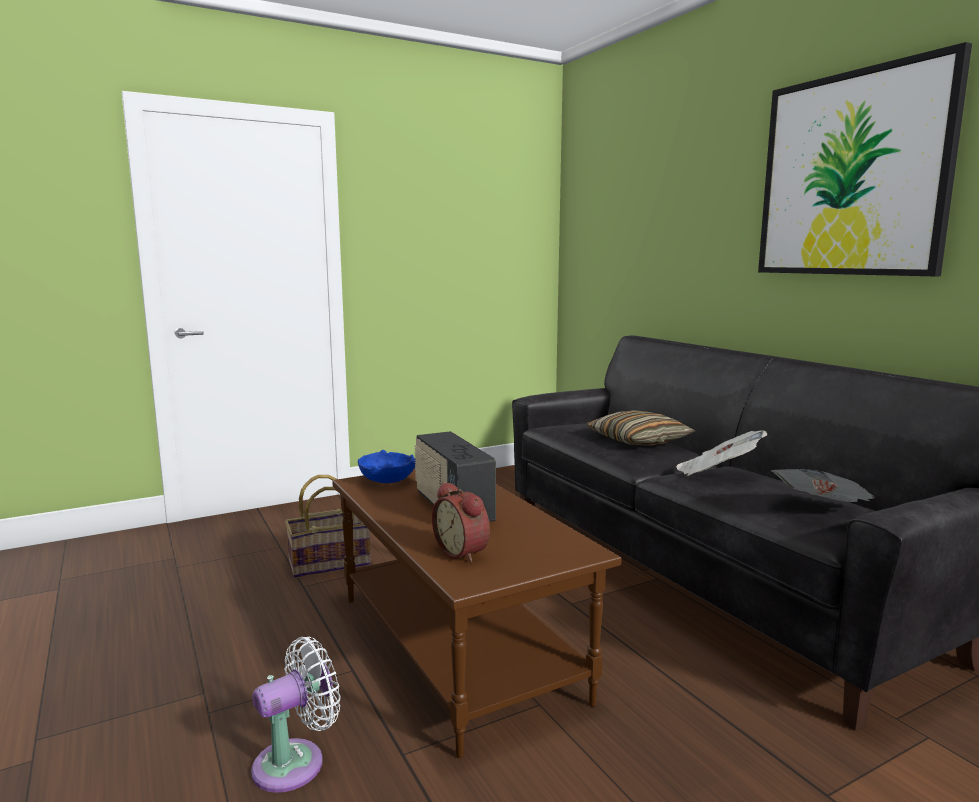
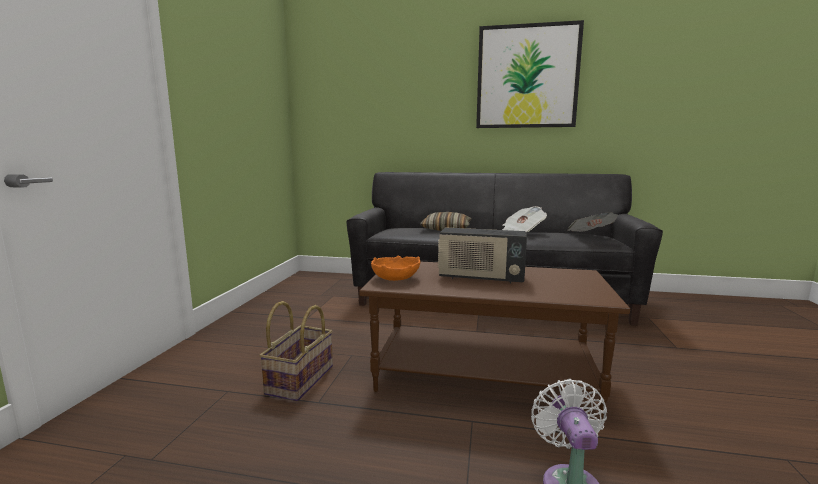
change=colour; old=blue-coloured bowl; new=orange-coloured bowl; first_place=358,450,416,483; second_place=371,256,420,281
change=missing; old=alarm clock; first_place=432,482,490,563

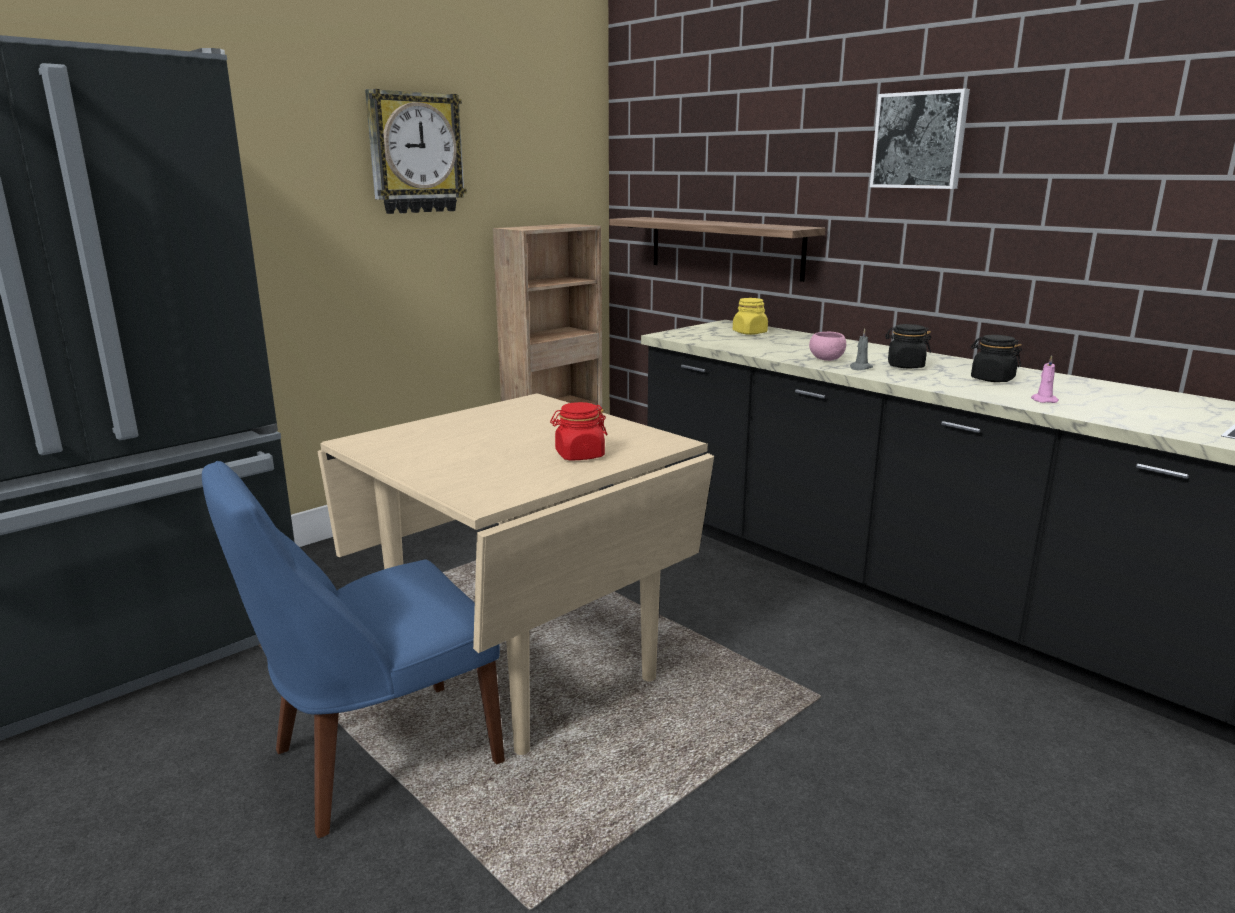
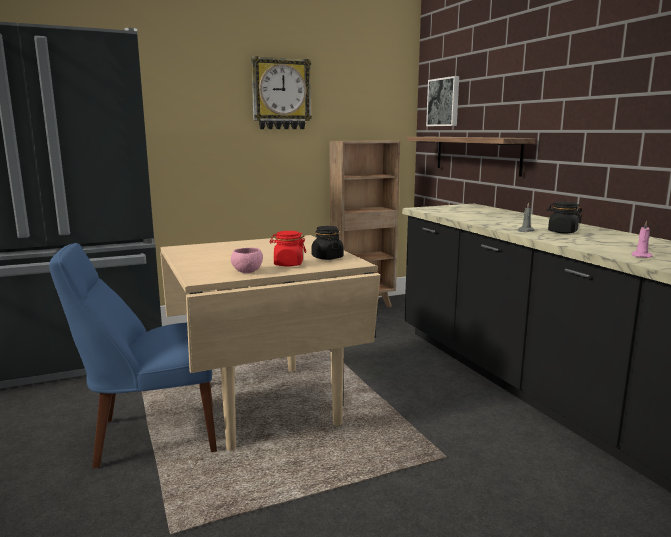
change=relocated; old=pinkish bowl; first_place=809,332,846,361; second_place=231,248,263,273
change=relocated; old=black jar; first_place=971,335,1022,382; second_place=312,226,344,260
change=relocated; old=picture; first_place=870,88,970,189; second_place=426,76,459,126
change=missing; old=yellowish jar; first_place=733,298,768,335

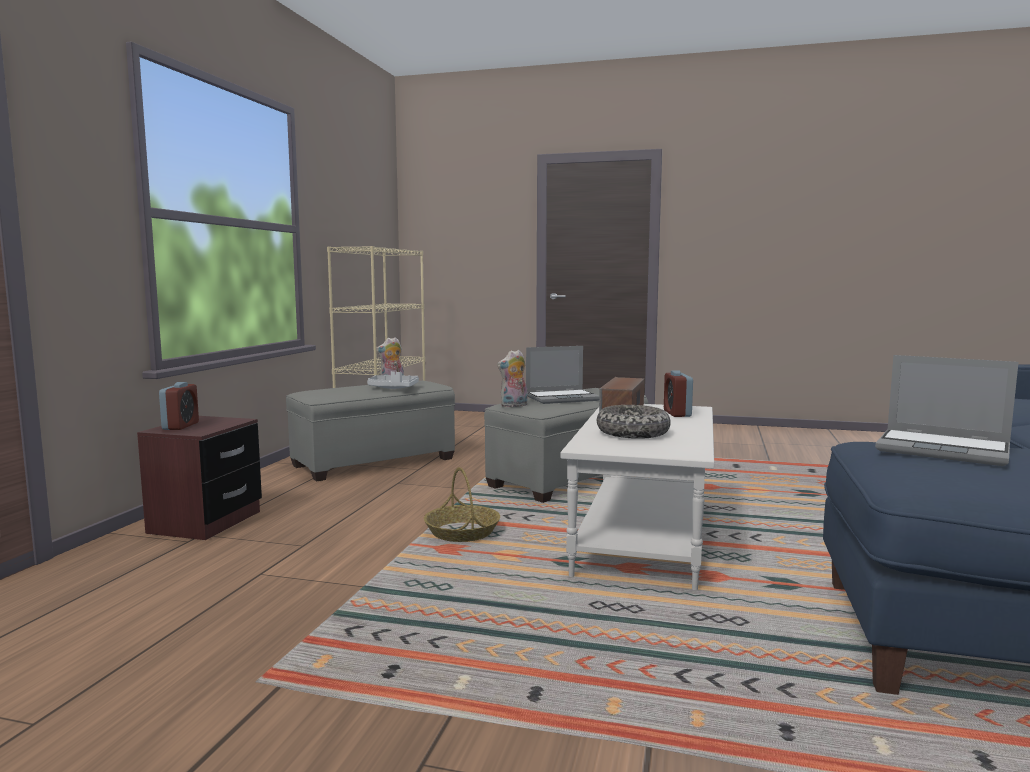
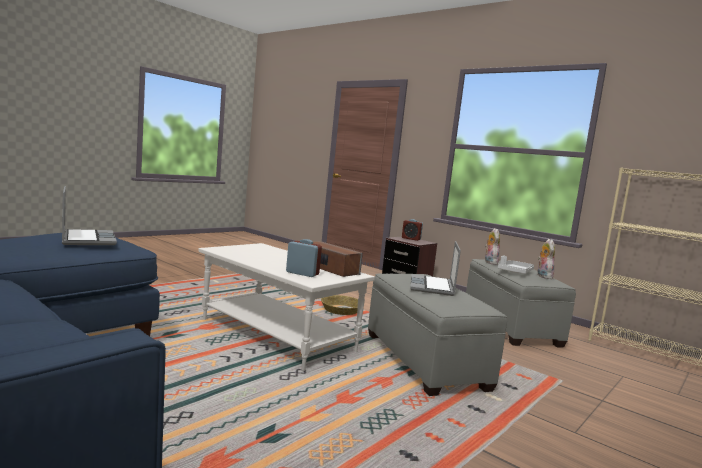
change=spun; old=laptop; first_place=875,355,1019,466; second_place=62,186,117,245; degrees=90
change=relocated; old=soft toy; first_place=497,350,528,407; second_place=485,228,500,265
change=missing; old=bowl; first_place=597,405,671,439

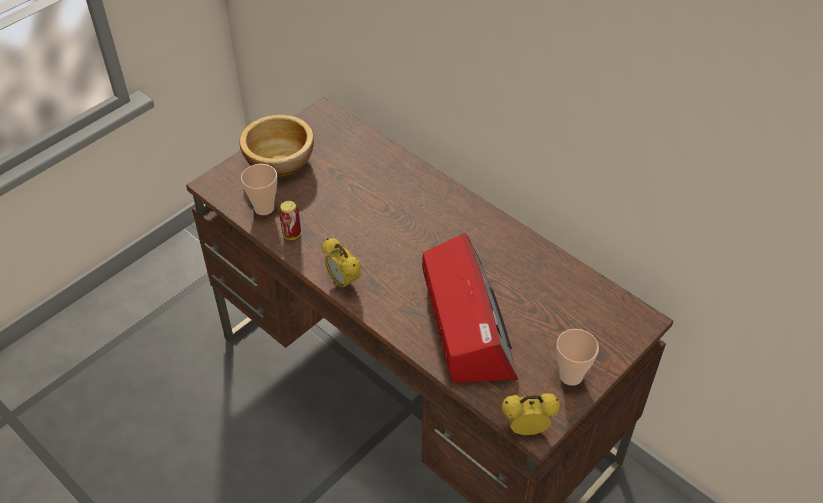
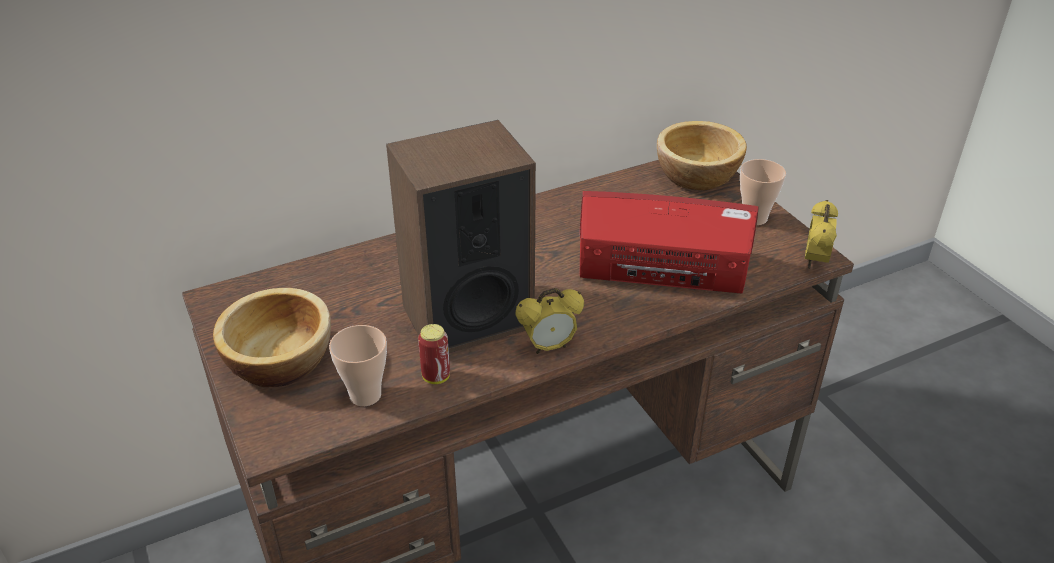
change=appeared; new=loudspeaker; second_place=386,120,536,353
change=appeared; new=bowl; second_place=657,121,747,190

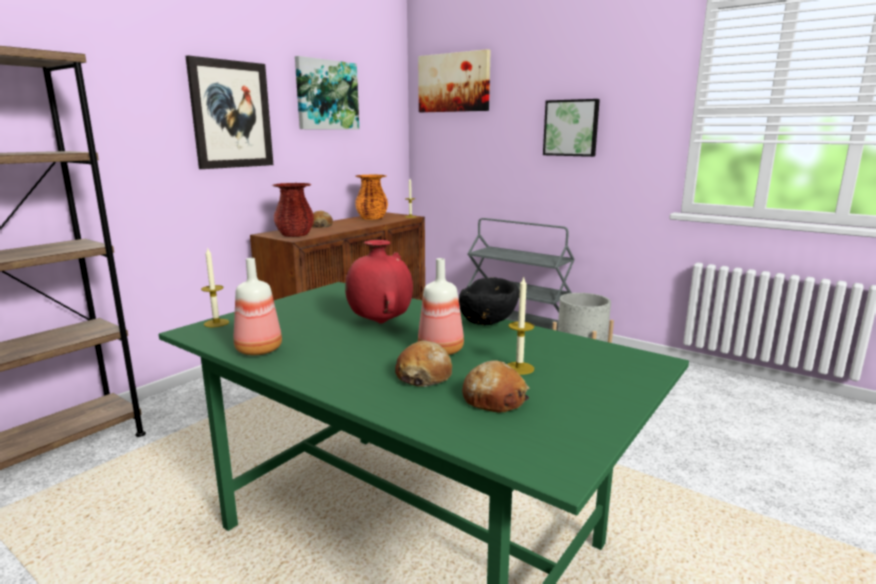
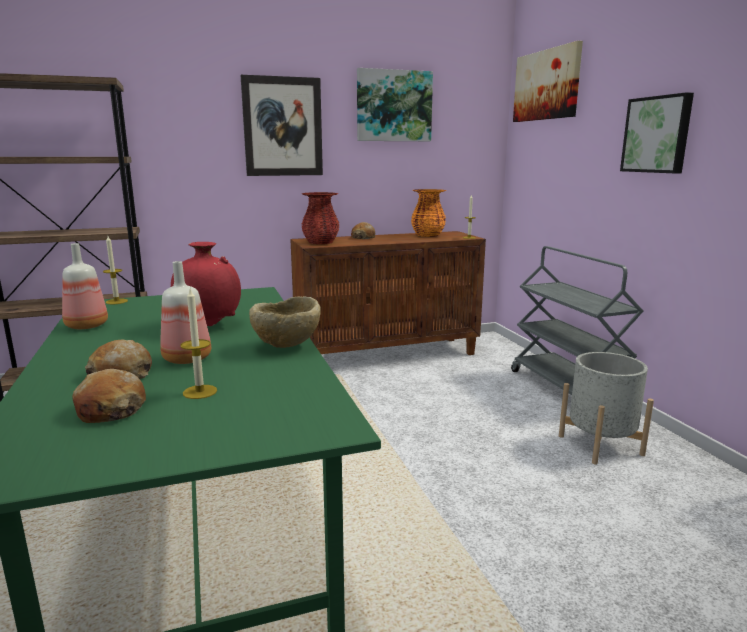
change=colour; old=black bowl; new=beige-coloured bowl; first_place=459,277,520,326; second_place=249,296,321,348

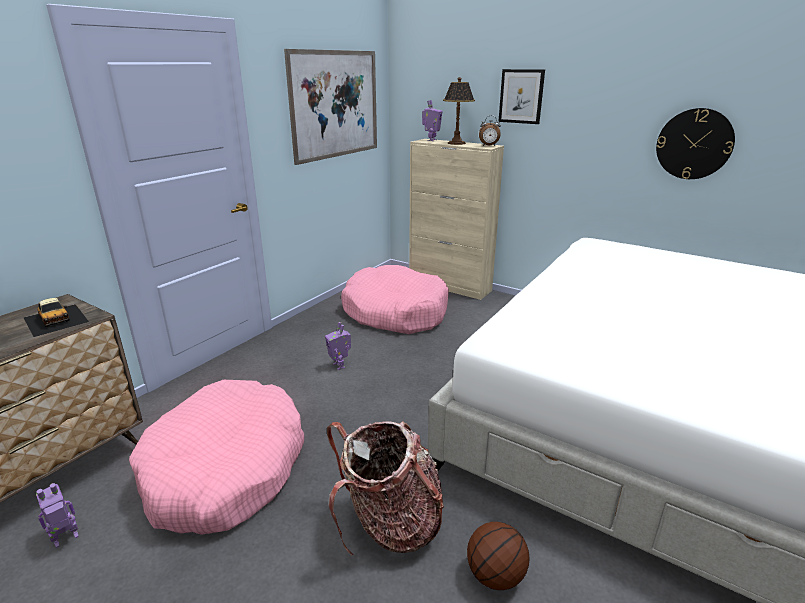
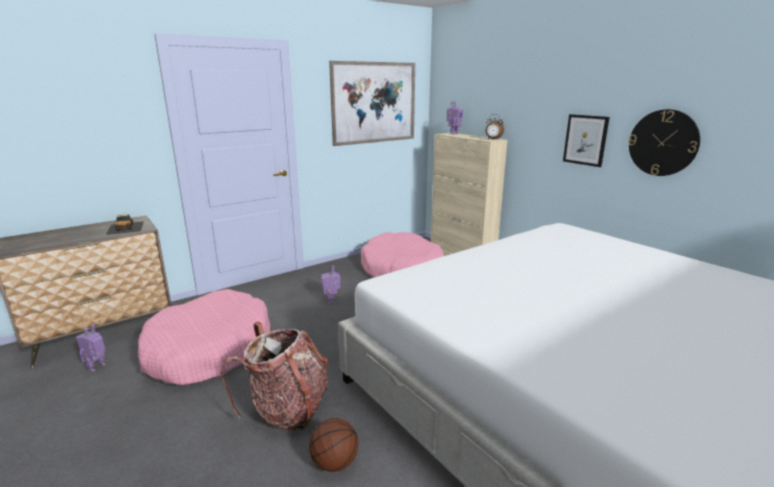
change=spun; old=toy robot; first_place=36,483,79,548; second_place=76,324,106,372; degrees=-45
change=relocated; old=picture; first_place=498,69,545,124; second_place=563,114,610,167
change=missing; old=tabletop lamp; first_place=443,77,475,145

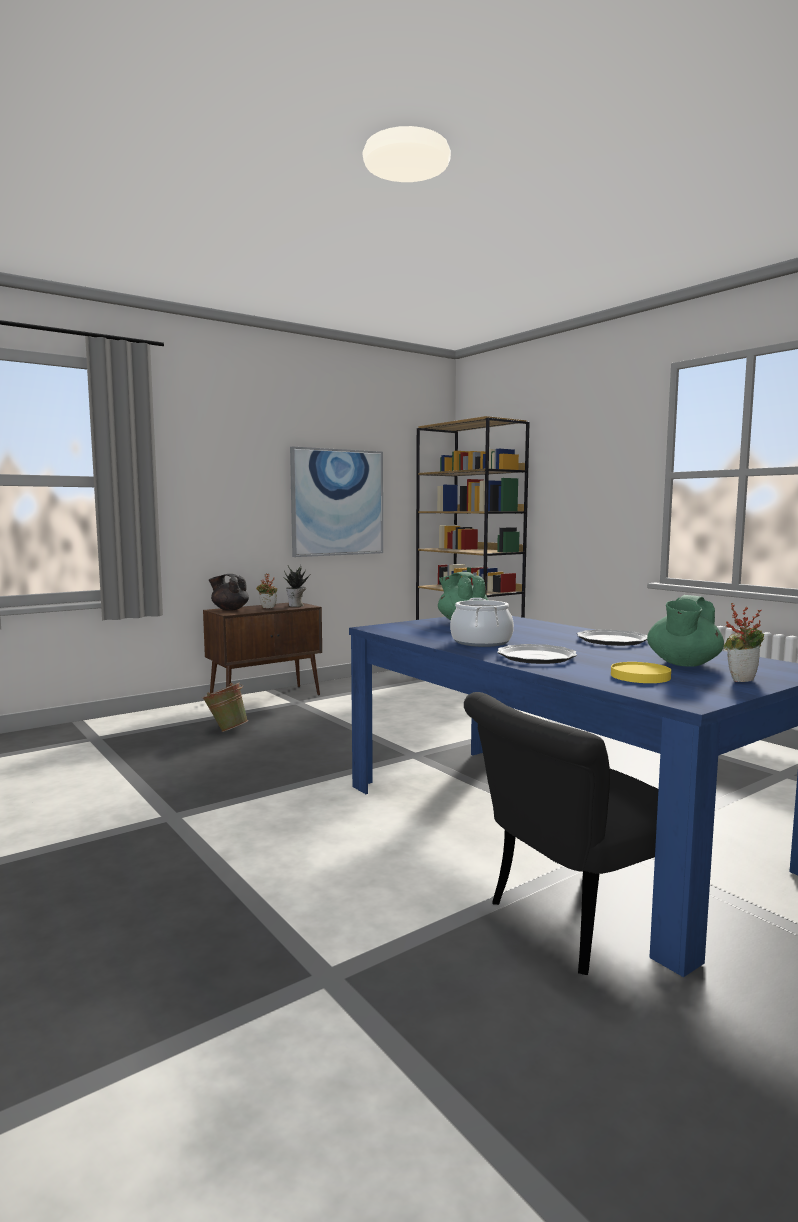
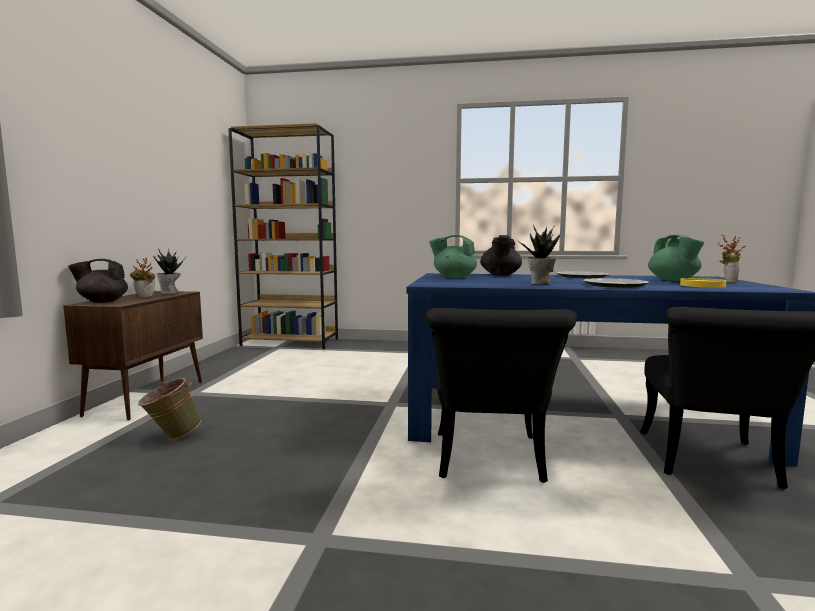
change=appeared; new=black chair; second_place=426,308,577,483
change=appeared; new=black pot for tea; second_place=480,235,522,276
change=exchanged; old=saucepot; new=plant in a pot; first_place=450,598,514,647; second_place=520,225,560,285
change=missing; old=picture; first_place=290,447,383,557

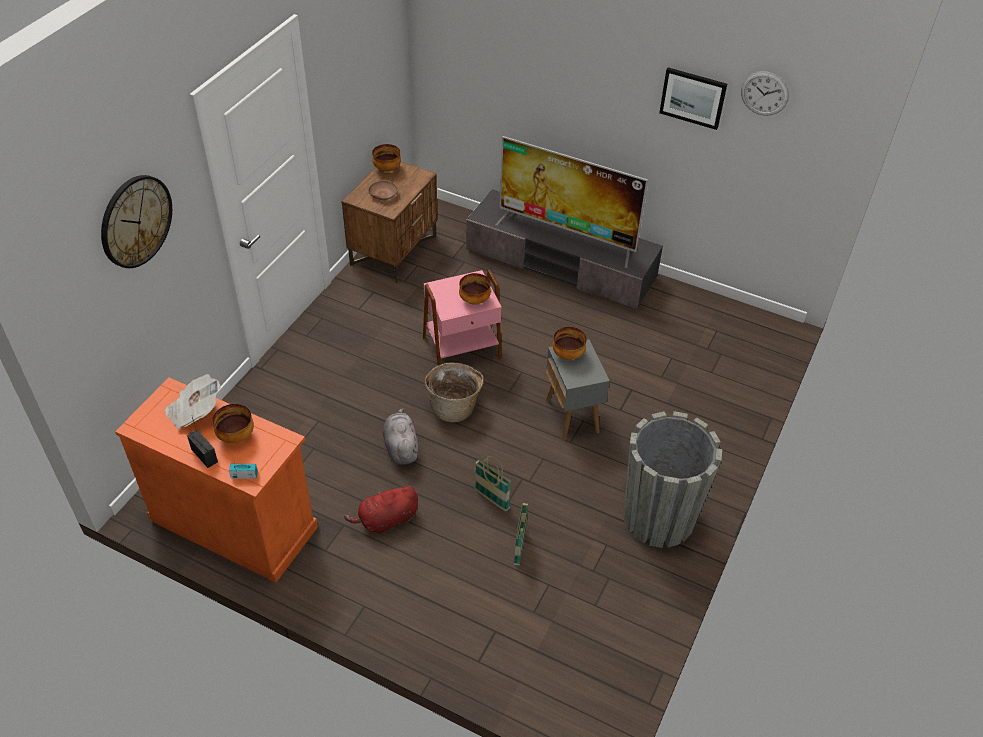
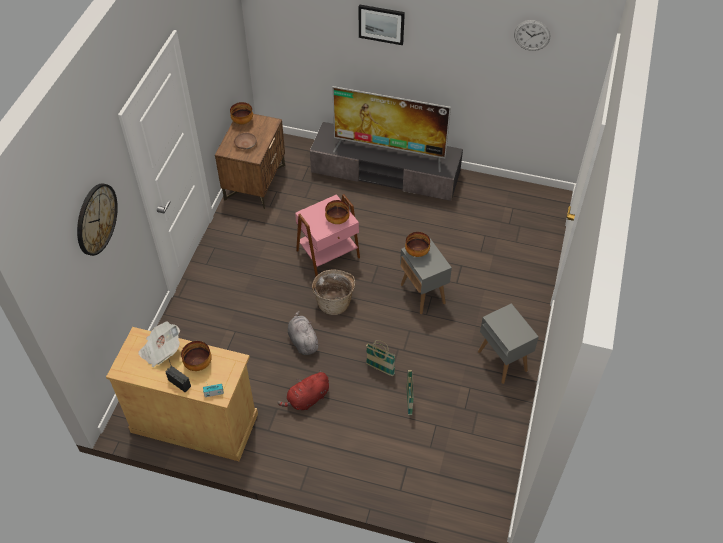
change=colour; old=orange-coloured cupboard; new=beige-coloured cupboard; first_place=115,378,318,583; second_place=106,327,258,461
change=relocated; old=picture; first_place=659,67,727,130; second_place=359,4,405,45
change=exchanged; old=greyish plant pot; new=greyish end table; first_place=623,411,722,548; second_place=478,303,539,384

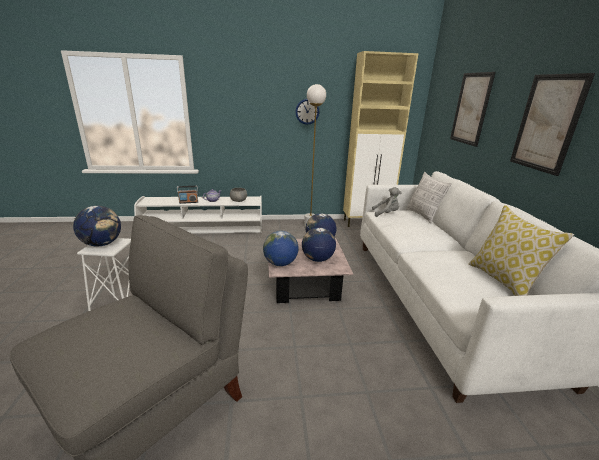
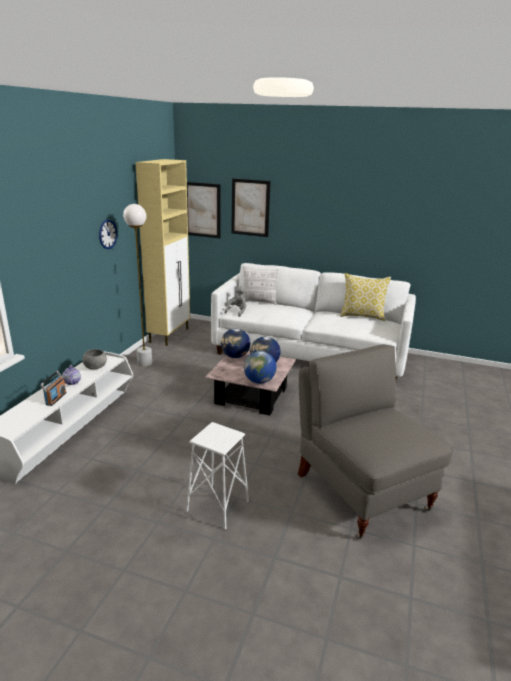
change=relocated; old=picture; first_place=510,73,595,176; second_place=187,182,221,238
change=missing; old=world globe; first_place=73,206,121,247

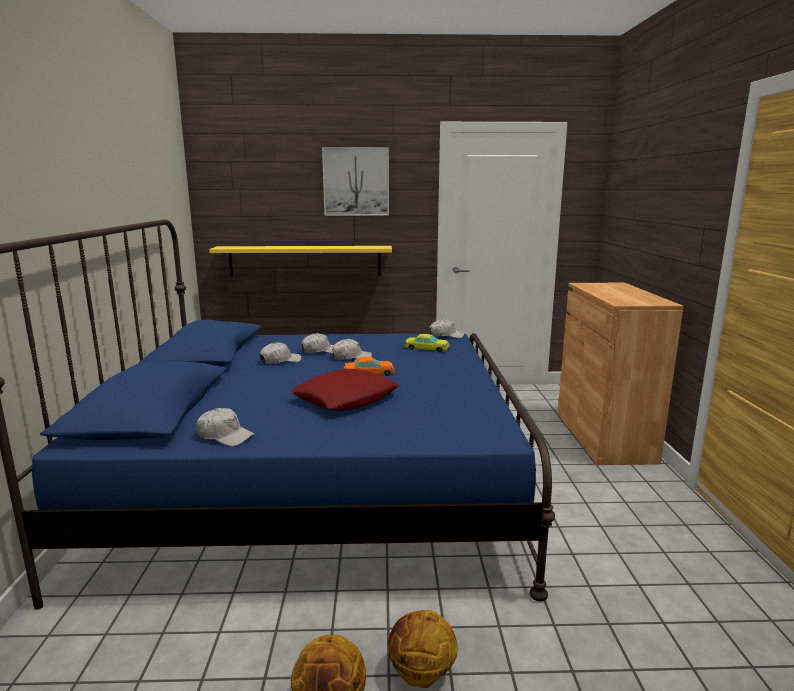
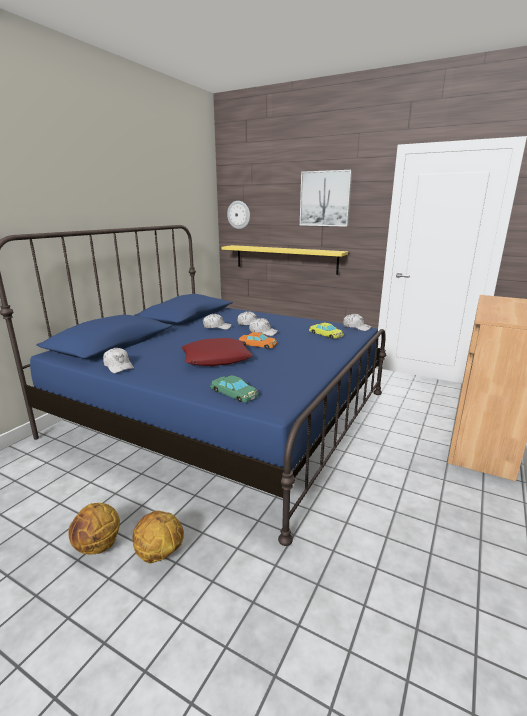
change=appeared; new=greenish miniature car; second_place=210,375,259,403
change=appeared; new=clock on the wall; second_place=227,201,250,229

